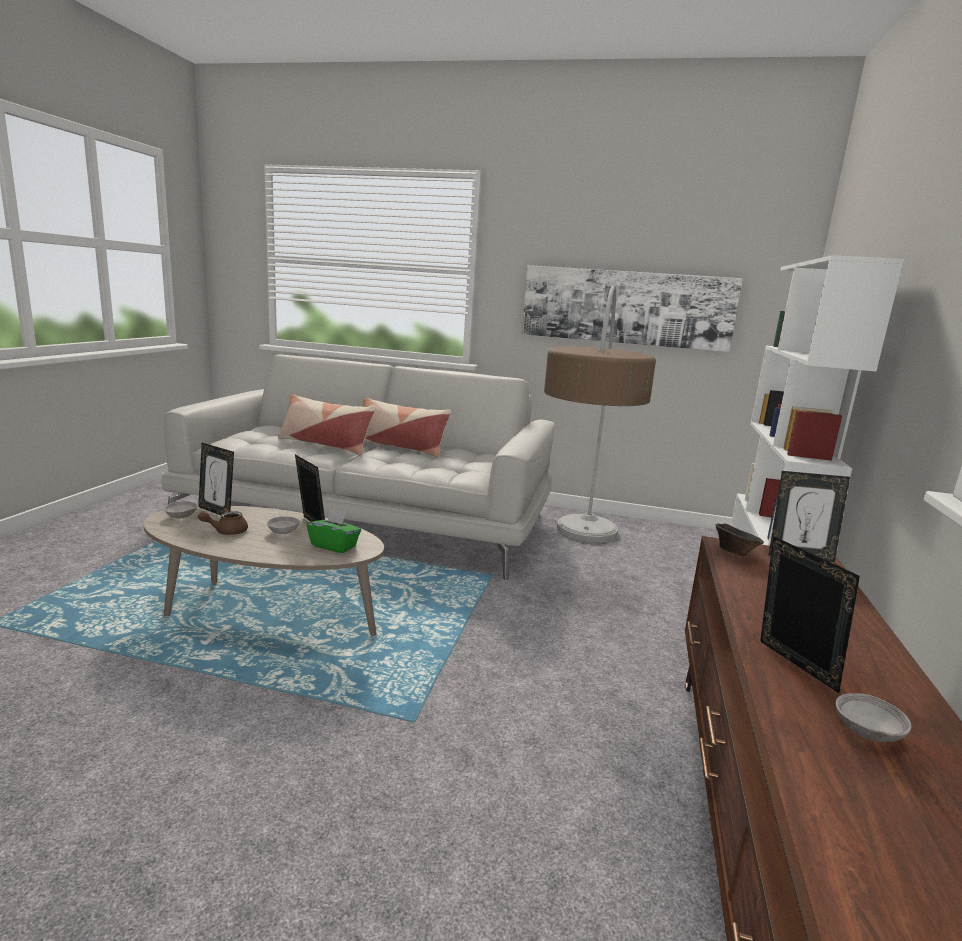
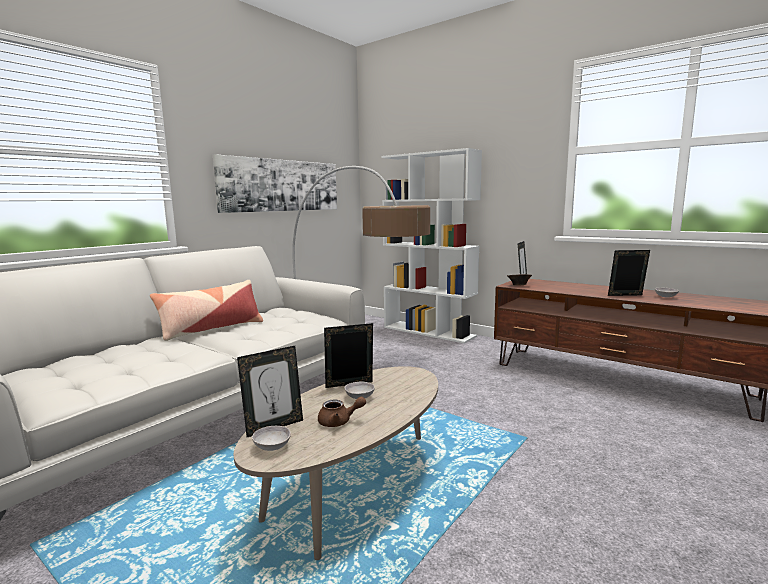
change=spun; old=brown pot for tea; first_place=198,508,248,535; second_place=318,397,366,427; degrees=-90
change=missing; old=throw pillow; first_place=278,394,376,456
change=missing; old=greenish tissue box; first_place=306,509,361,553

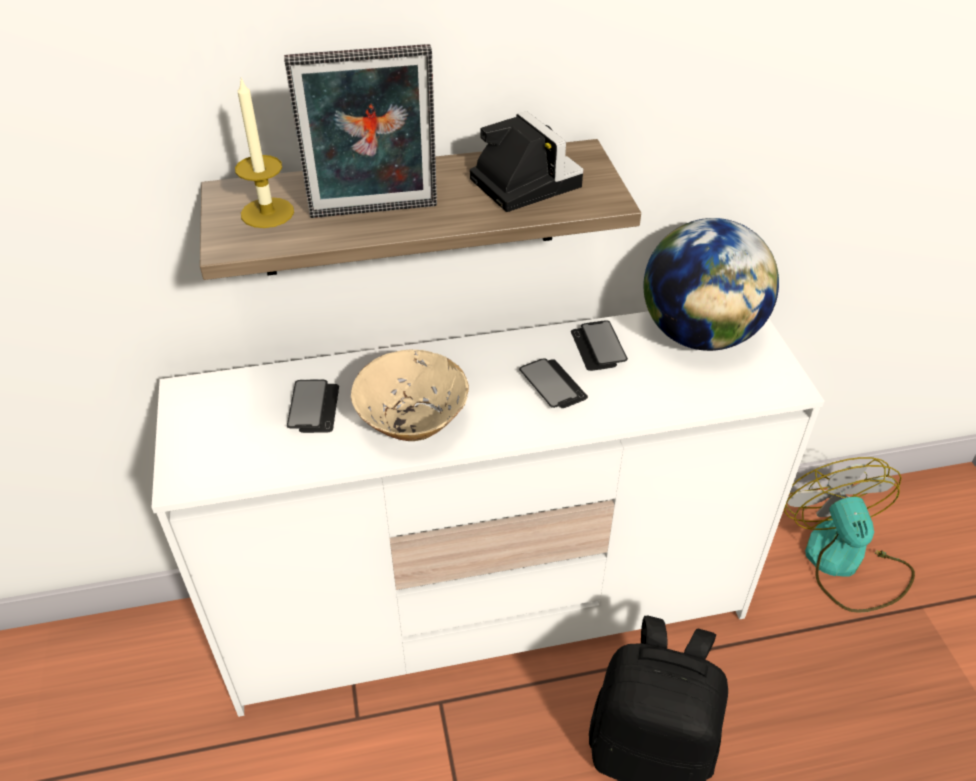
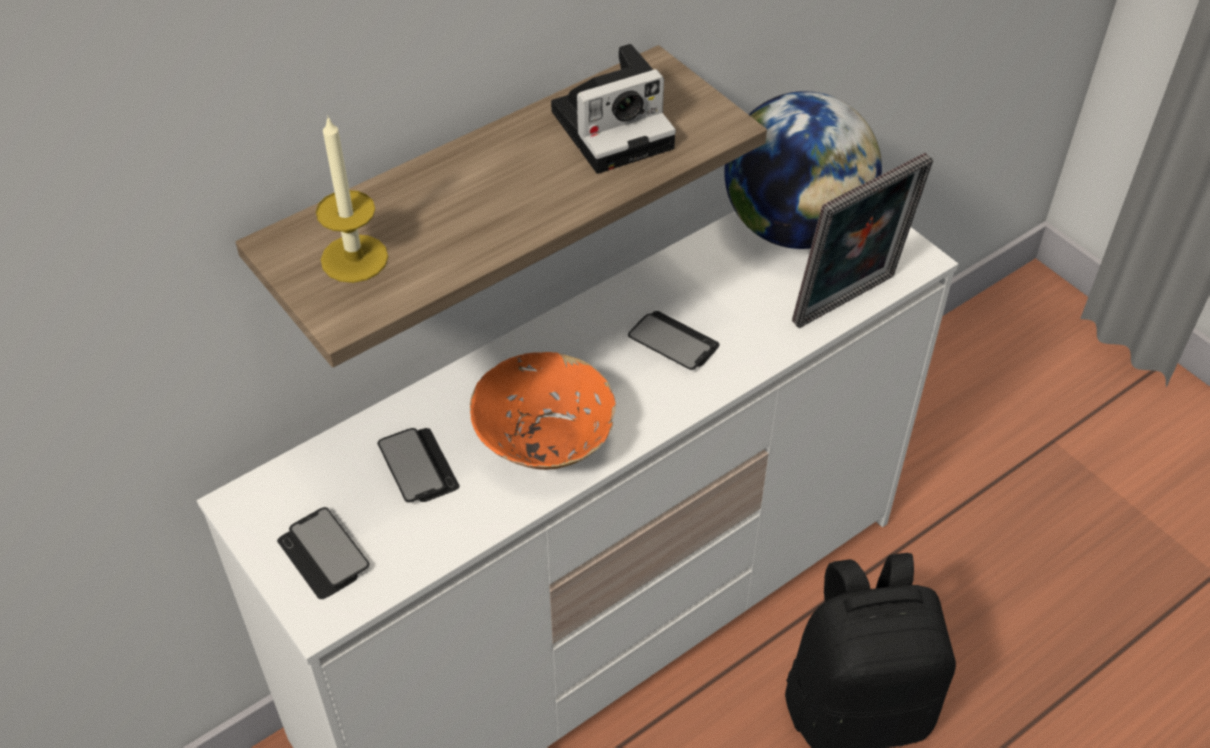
change=relocated; old=phone; first_place=571,320,628,371; second_place=277,507,370,599
change=colour; old=beige-coloured bowl; new=orange-coloured bowl; first_place=351,350,469,441; second_place=470,352,616,470
change=spun; old=still camera; first_place=470,111,584,212; second_place=551,44,676,174; degrees=120
change=relocated; old=photo frame; first_place=284,44,437,218; second_place=792,152,933,328
change=missing; old=cooling fan; first_place=784,457,915,613

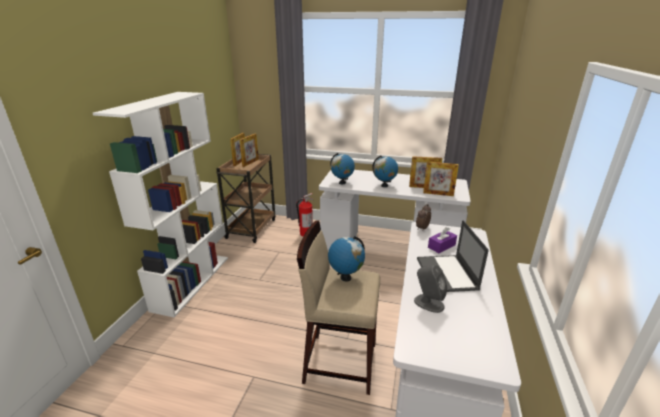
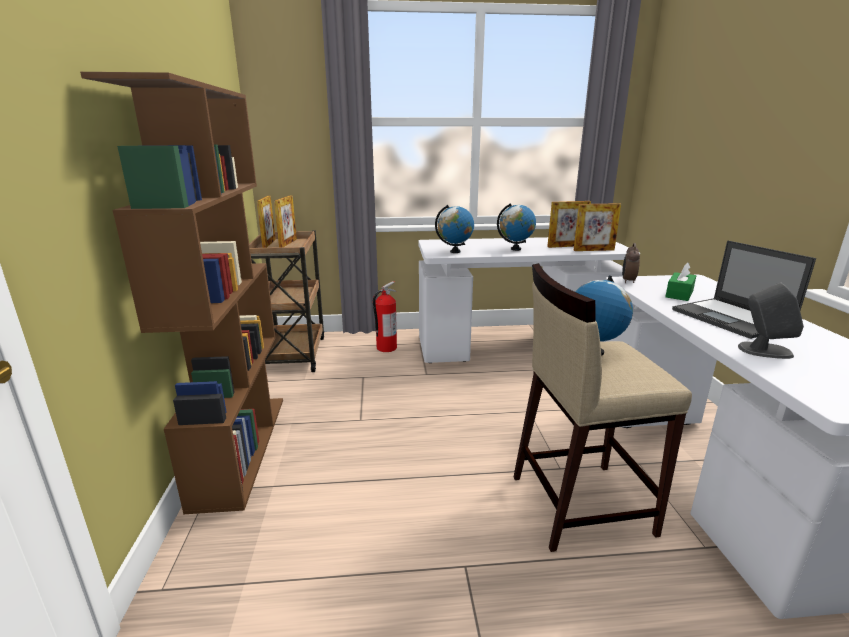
change=colour; old=whitish shelving unit; new=brown shelving unit; first_place=93,92,228,317; second_place=80,72,283,514
change=colour; old=purple-coloured tissue box; new=greenish tissue box; first_place=428,227,457,253; second_place=665,262,696,301

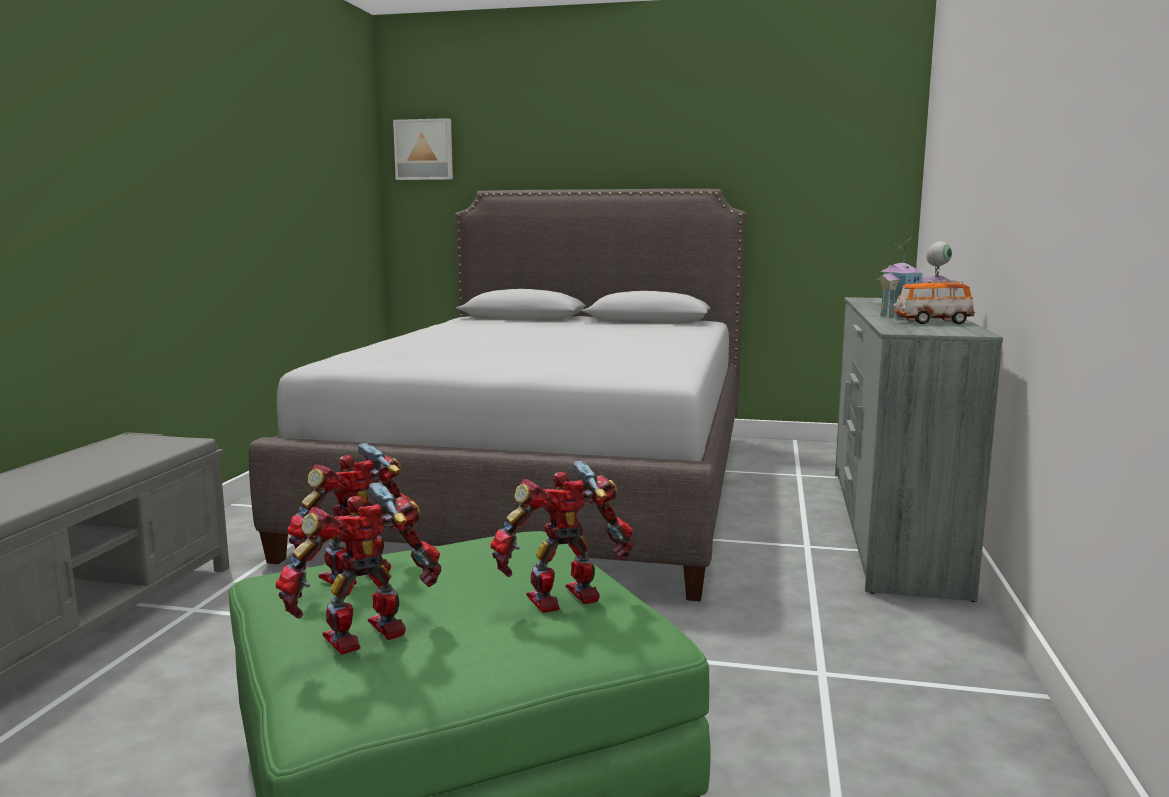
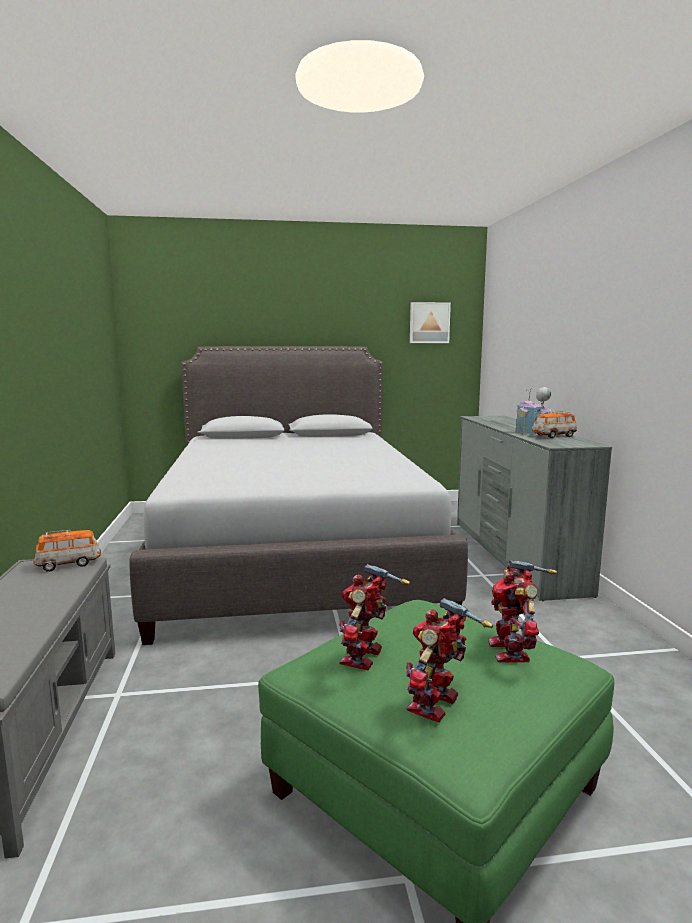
change=appeared; new=miniature car; second_place=33,530,101,572
change=relocated; old=picture; first_place=393,118,453,180; second_place=410,302,451,343
change=spun; old=toy robot; first_place=491,461,634,613; second_place=488,560,557,662; degrees=-45

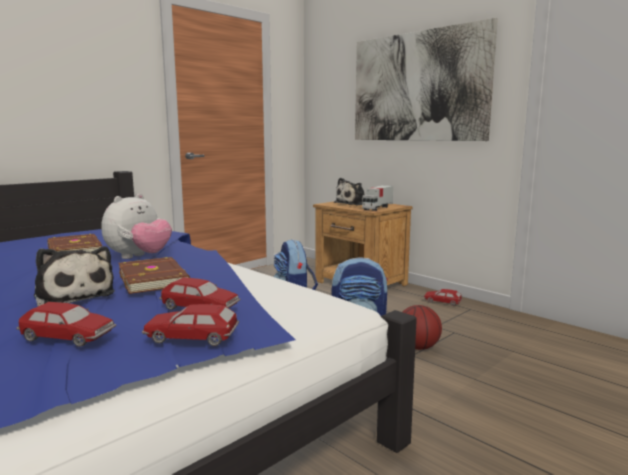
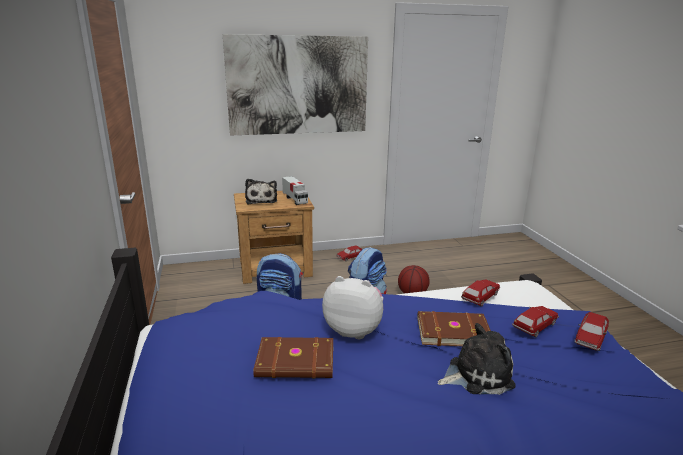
change=spun; old=soft toy; first_place=101,193,172,259; second_place=322,276,383,339; degrees=-45
change=relocated; old=miniature car; first_place=16,302,116,347; second_place=461,279,501,307

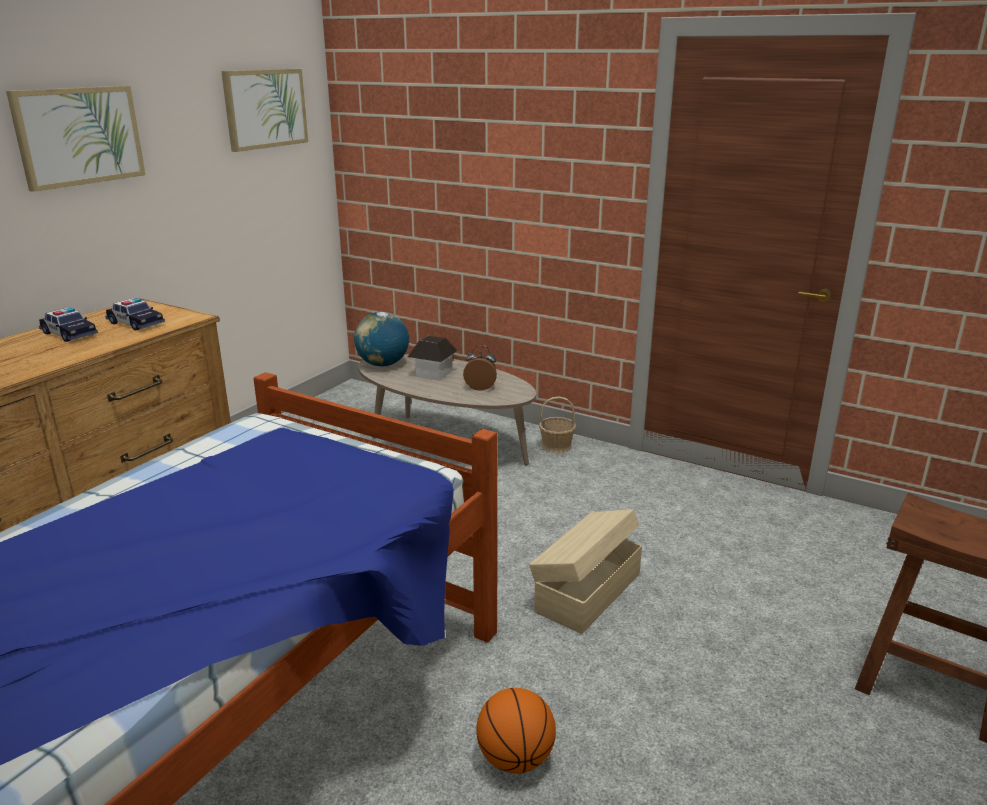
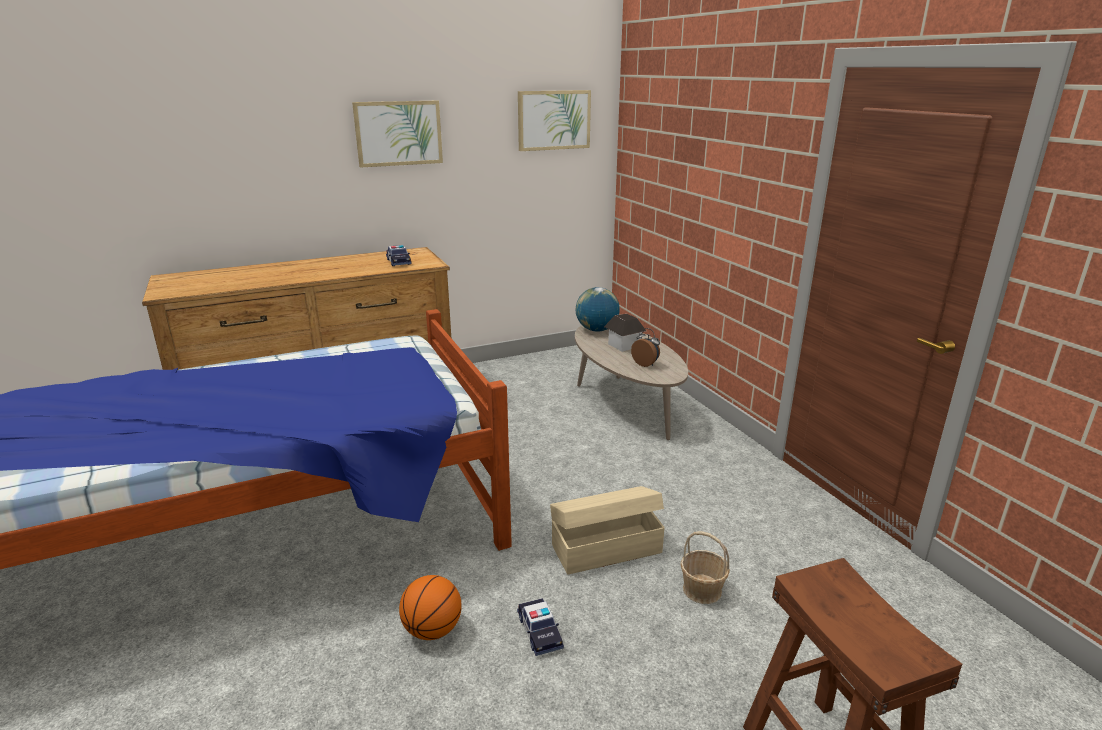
change=relocated; old=miniature car; first_place=39,308,98,342; second_place=517,598,564,656
change=relocated; old=household basket; first_place=539,397,576,453; second_place=680,531,730,604

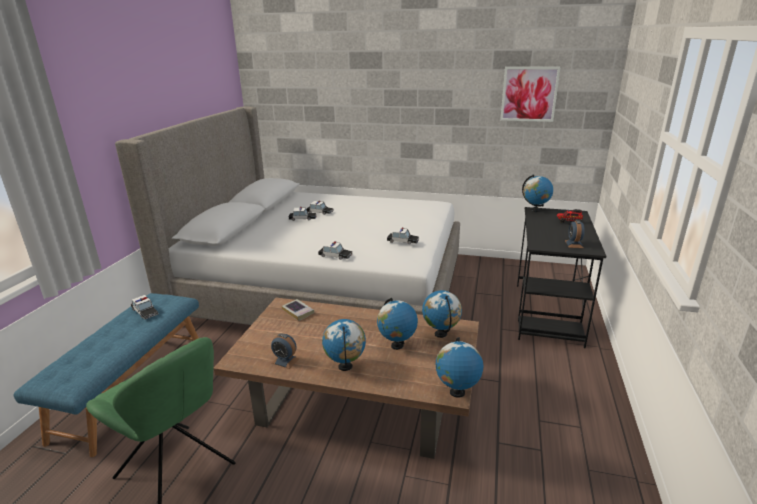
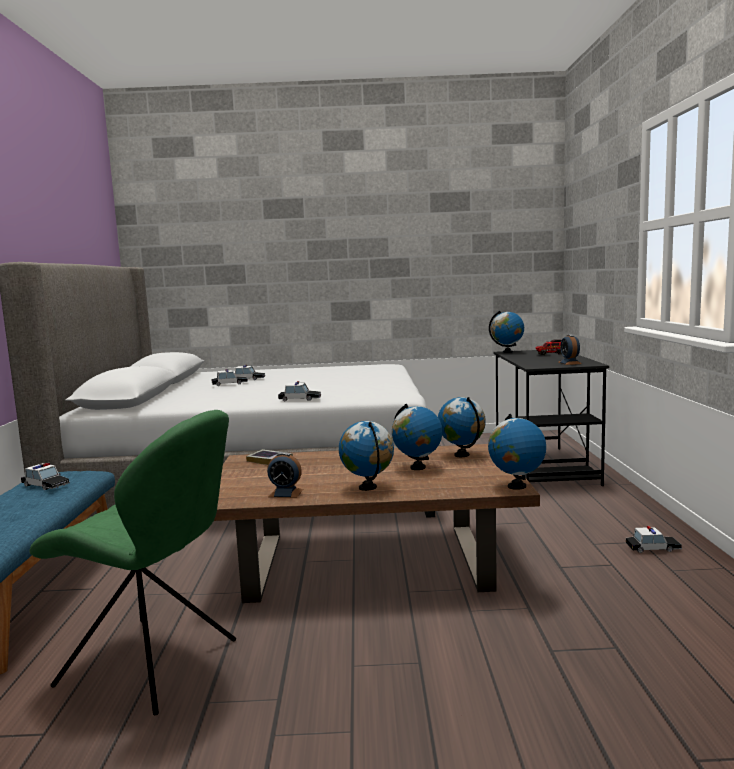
change=relocated; old=miniature car; first_place=387,227,419,245; second_place=626,526,682,553
change=missing; old=picture; first_place=500,67,560,122

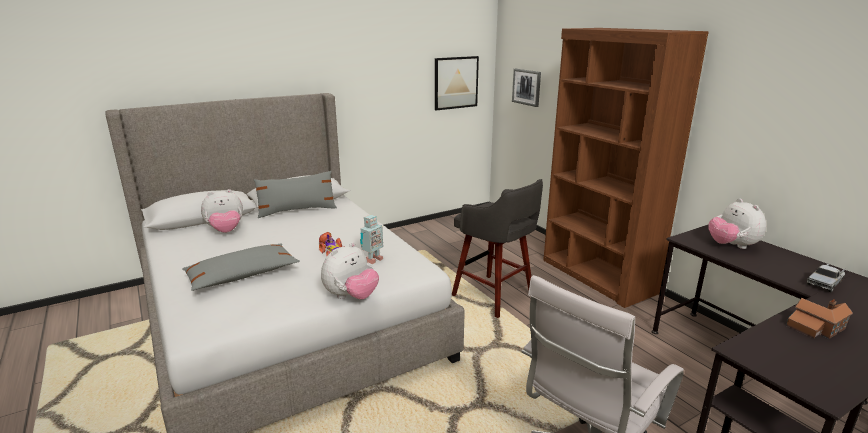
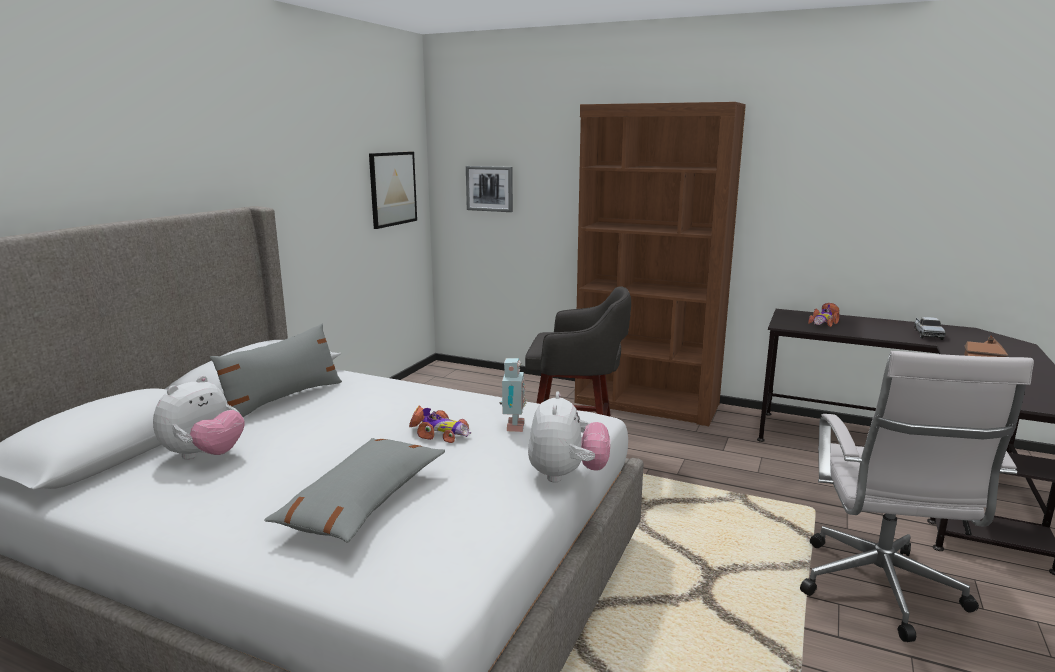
change=exchanged; old=soft toy; new=miniature car; first_place=708,198,766,249; second_place=808,303,839,327

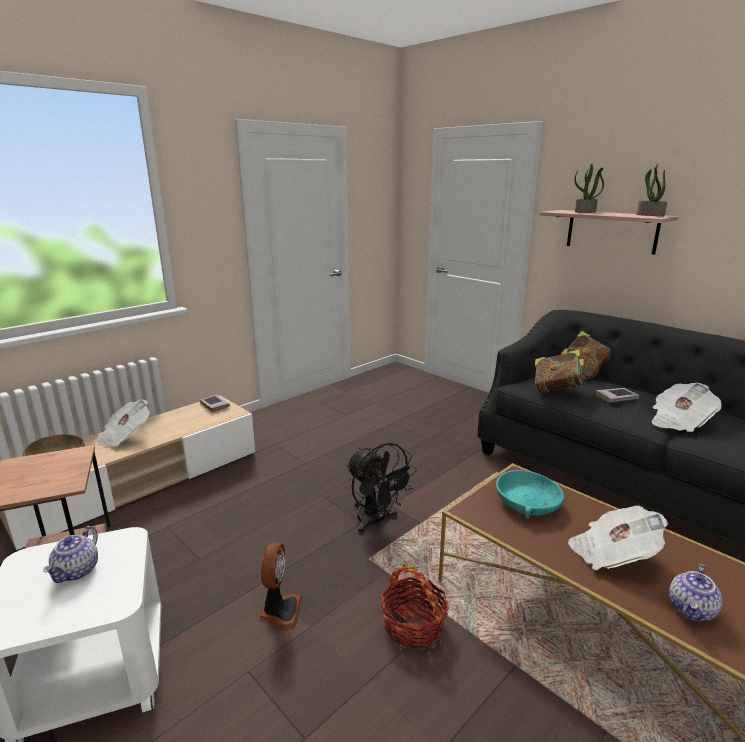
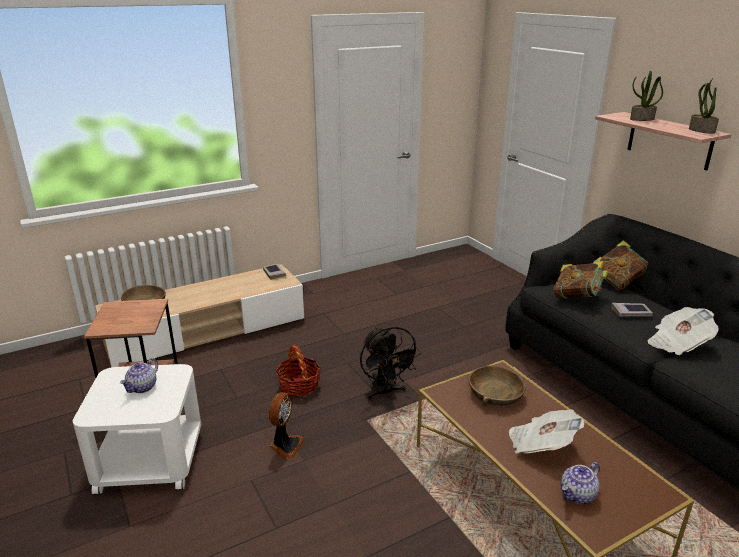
change=relocated; old=household basket; first_place=381,564,449,648; second_place=276,345,321,397
change=colour; old=turquoise-coloured bowl; new=brown bowl; first_place=496,470,564,519; second_place=469,365,526,406
change=missing; old=newspaper; first_place=94,400,150,447

